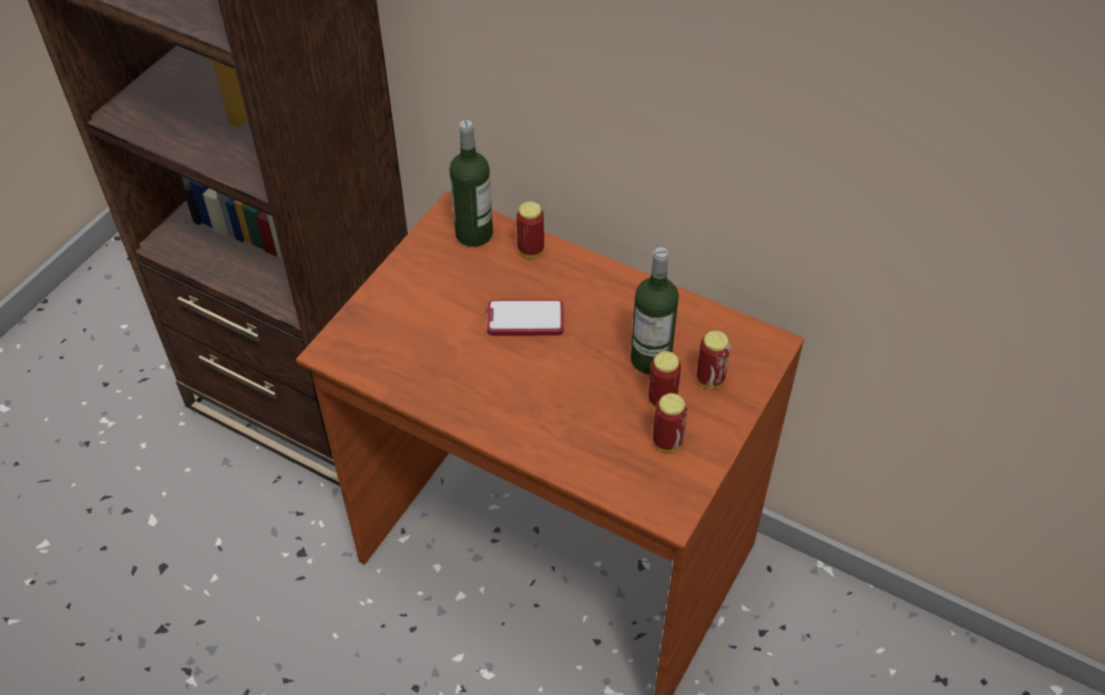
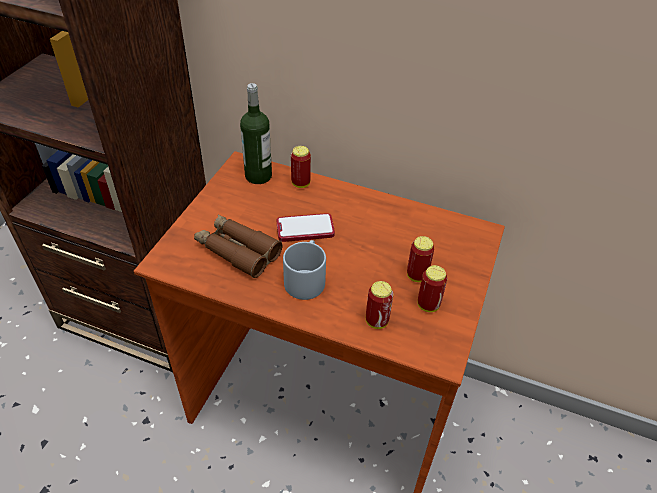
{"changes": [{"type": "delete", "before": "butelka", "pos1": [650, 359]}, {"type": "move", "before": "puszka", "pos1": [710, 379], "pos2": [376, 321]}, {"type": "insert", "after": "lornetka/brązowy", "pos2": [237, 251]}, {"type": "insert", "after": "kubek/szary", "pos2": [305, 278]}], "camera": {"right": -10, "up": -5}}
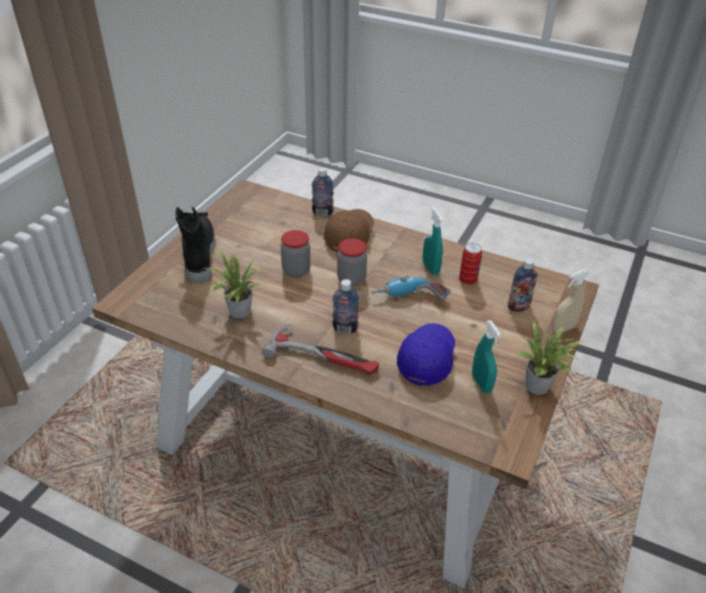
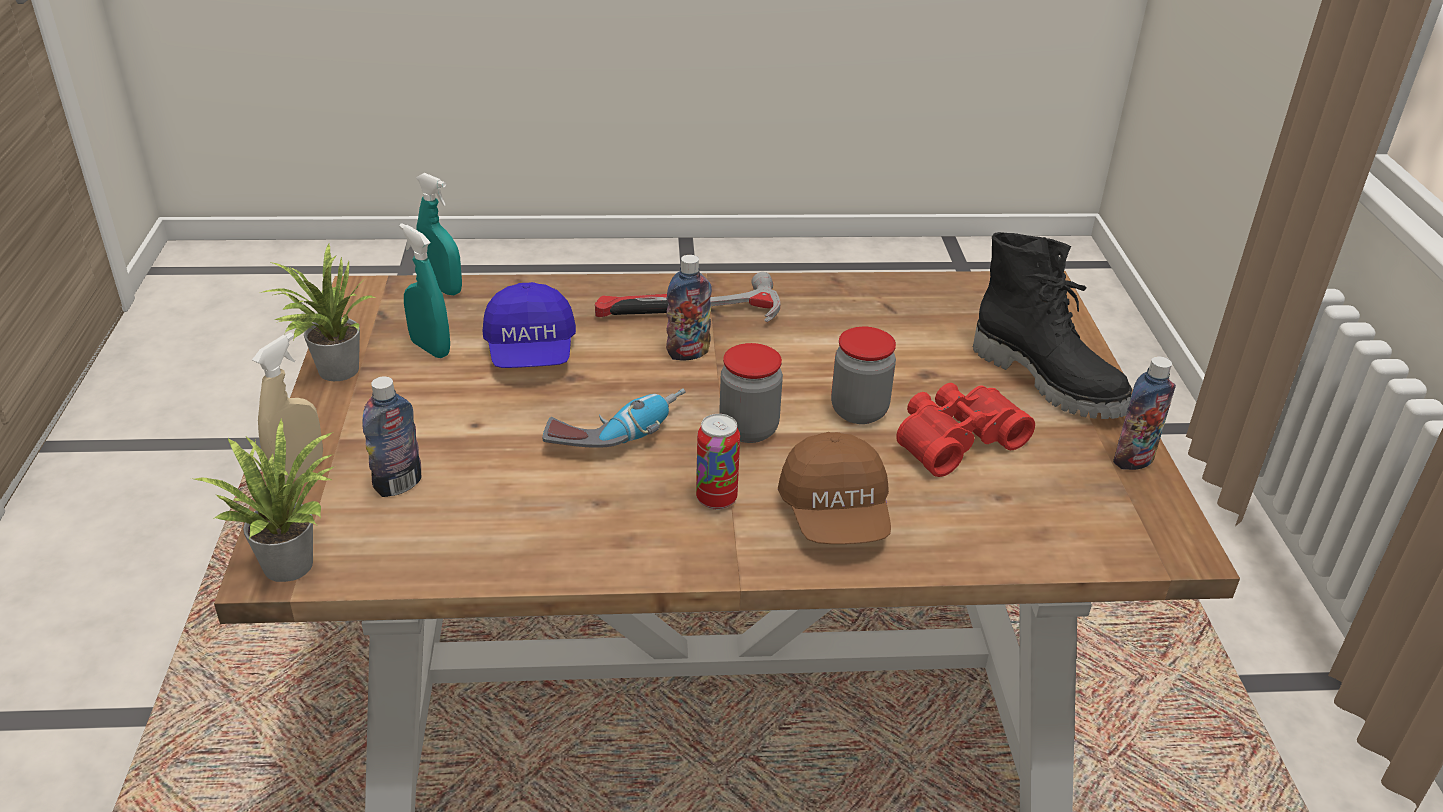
{"changes": [{"type": "move", "before": "butelka", "pos1": [322, 213], "pos2": [1133, 460]}, {"type": "move", "before": "spryskiwacz/turkusowy", "pos1": [430, 268], "pos2": [442, 288]}, {"type": "move", "before": "puszka", "pos1": [467, 281], "pos2": [716, 499]}, {"type": "move", "before": "roślina doniczkowa", "pos1": [237, 312], "pos2": [291, 560]}, {"type": "insert", "after": "lornetka/czerwony", "pos2": [954, 439]}], "camera": {"right": 150, "up": -5}}
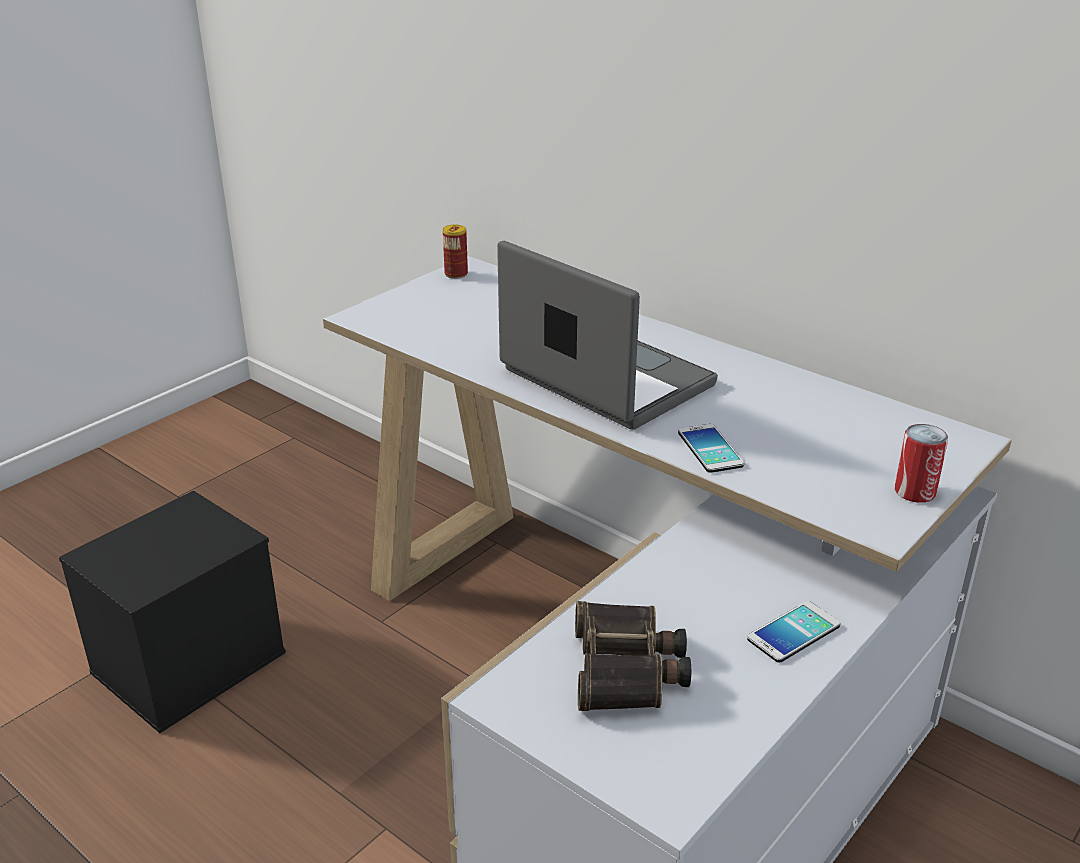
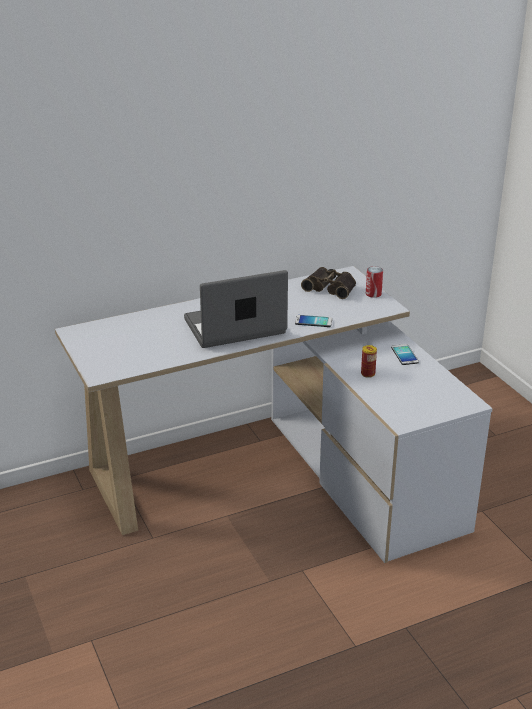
{"changes": [{"type": "move", "before": "puszka", "pos1": [456, 274], "pos2": [368, 374]}, {"type": "delete", "before": "pojemnik do przechowywania/czarny", "pos1": [188, 665]}, {"type": "move", "before": "lornetka", "pos1": [628, 668], "pos2": [331, 287]}], "camera": {"right": -65, "up": 0}}
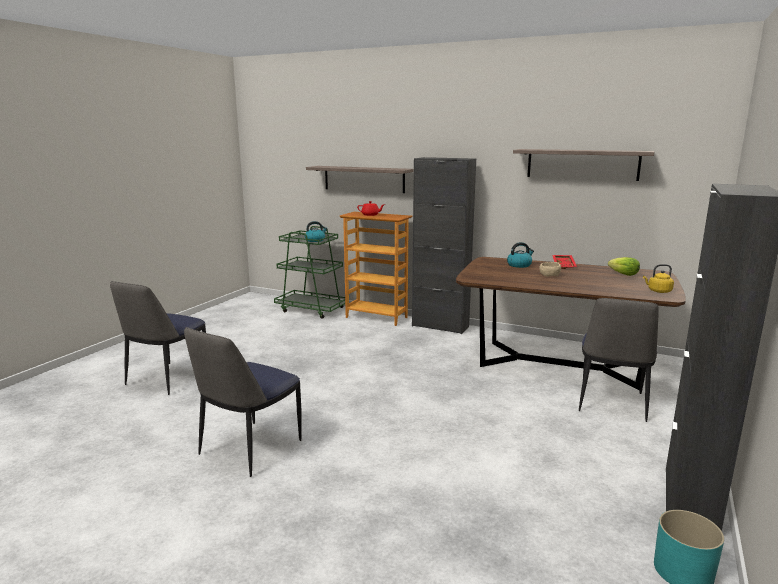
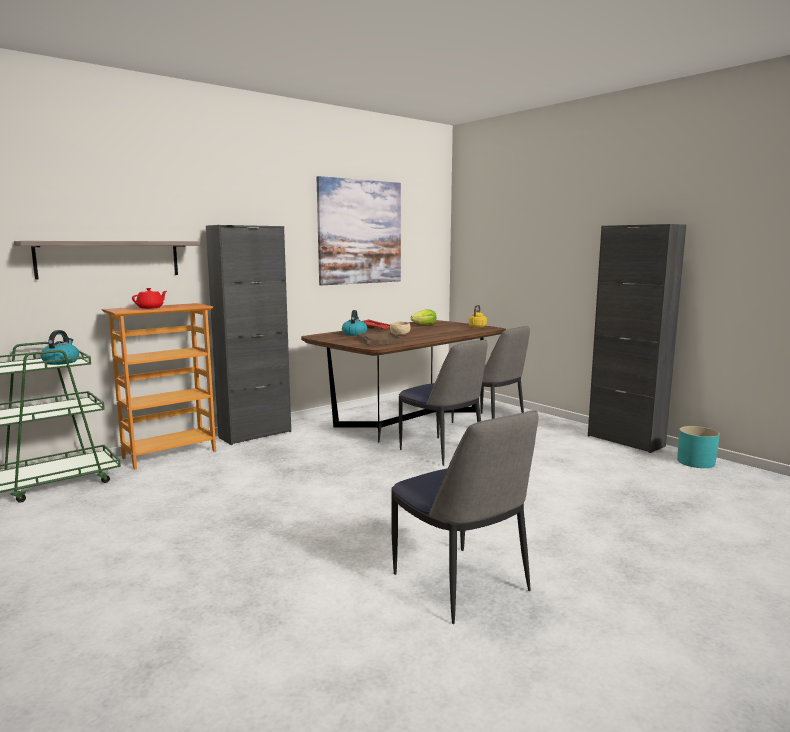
{"changes": [{"type": "replace", "before": "półka", "after": "obraz", "pos1": [582, 164], "pos2": [360, 232]}, {"type": "move", "before": "krzesło", "pos1": [166, 379], "pos2": [443, 451]}, {"type": "insert", "after": "taca/brązowy", "pos2": [379, 340]}], "camera": {"right": -65, "up": -5}}
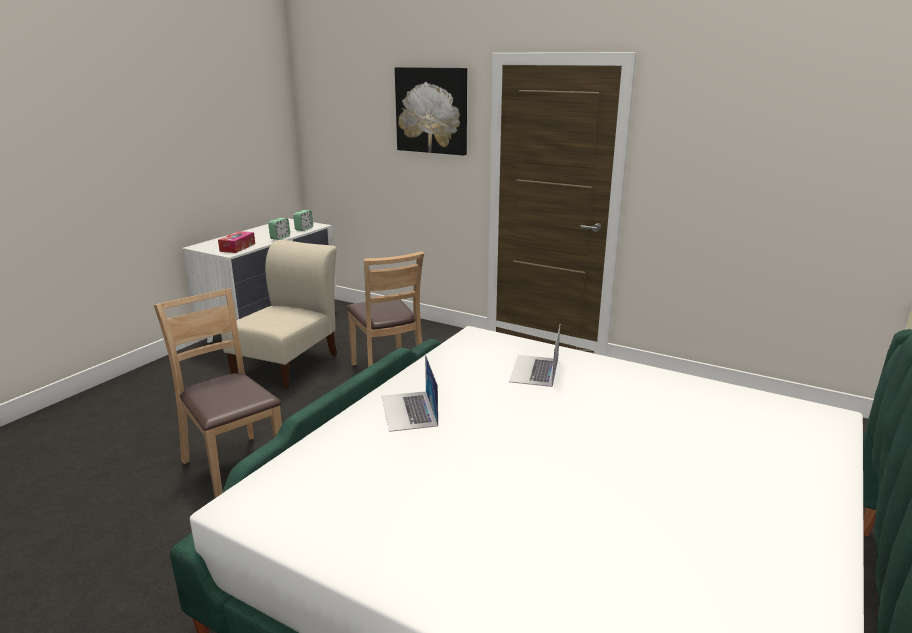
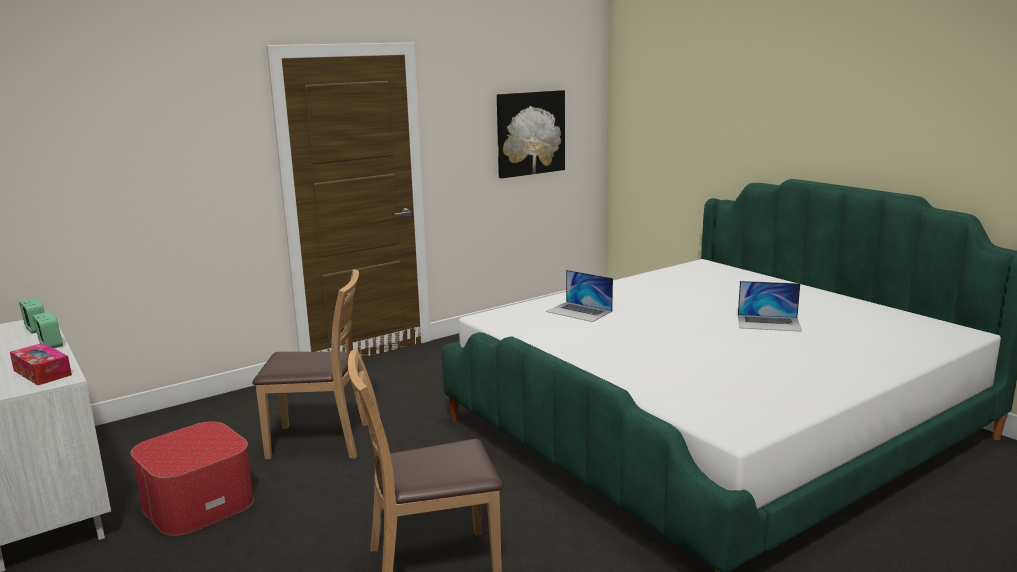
{"changes": [{"type": "move", "before": "obraz", "pos1": [432, 110], "pos2": [530, 133]}, {"type": "replace", "before": "krzesło/beżowy", "after": "pufa", "pos1": [289, 363], "pos2": [198, 502]}, {"type": "move", "before": "laptop", "pos1": [409, 410], "pos2": [769, 323]}], "camera": {"right": -65, "up": -5}}
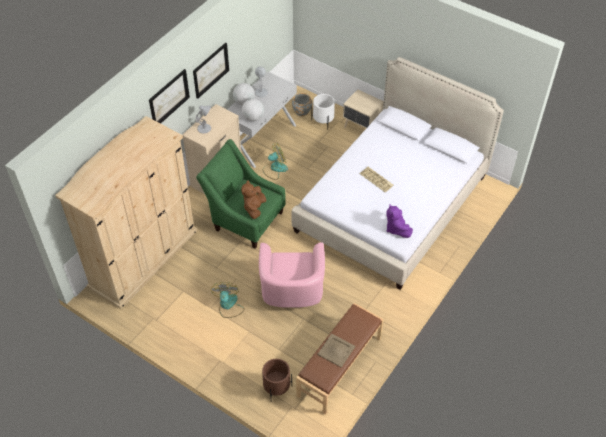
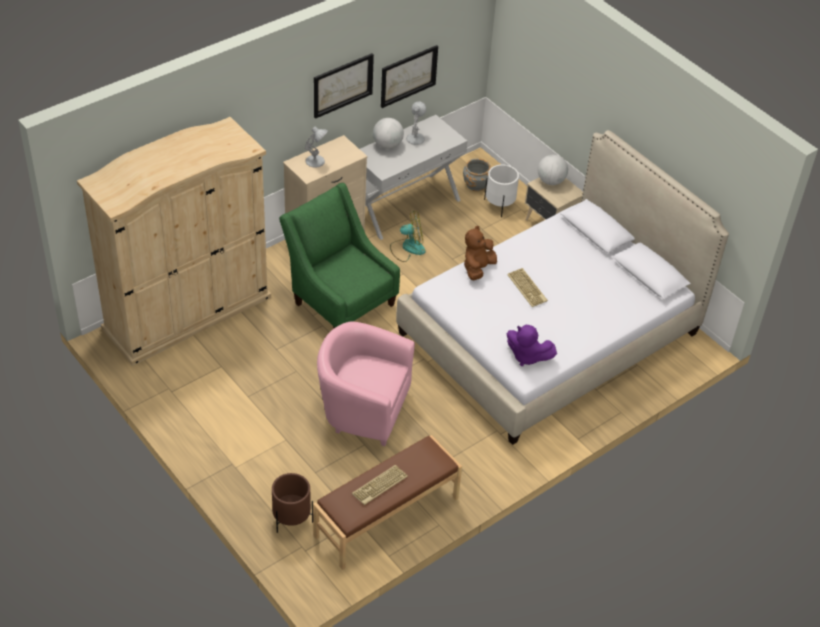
{"changes": [{"type": "move", "before": "obraz", "pos1": [169, 98], "pos2": [408, 75]}, {"type": "move", "before": "globus", "pos1": [253, 117], "pos2": [551, 181]}, {"type": "move", "before": "pluszak/brązowy", "pos1": [254, 208], "pos2": [478, 268]}, {"type": "rotate", "before": "pluszak/fioletowy", "pos1": [396, 228], "pos2": [527, 356], "turn": -60}, {"type": "rotate", "before": "fotel/różowy", "pos1": [292, 294], "pos2": [362, 409], "turn": 90}, {"type": "delete", "before": "wentylator", "pos1": [228, 305]}, {"type": "replace", "before": "taca/beżowy", "after": "klawiatura", "pos1": [336, 351], "pos2": [380, 486]}], "camera": {"right": 15, "up": -5}}
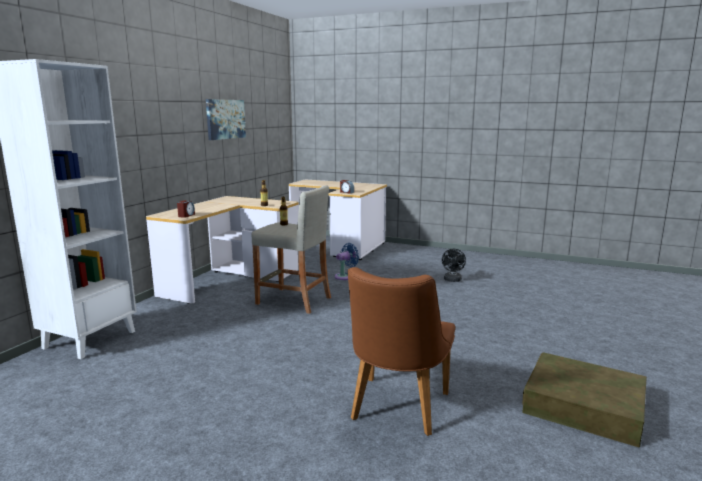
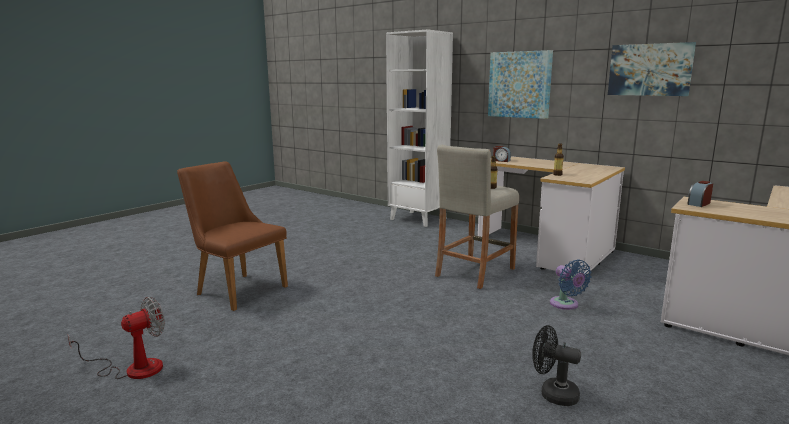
{"changes": [{"type": "replace", "before": "pojemnik do przechowywania/brązowy", "after": "wentylator", "pos1": [583, 405], "pos2": [133, 368]}, {"type": "insert", "after": "obraz", "pos2": [519, 84]}], "camera": {"right": 105, "up": 0}}
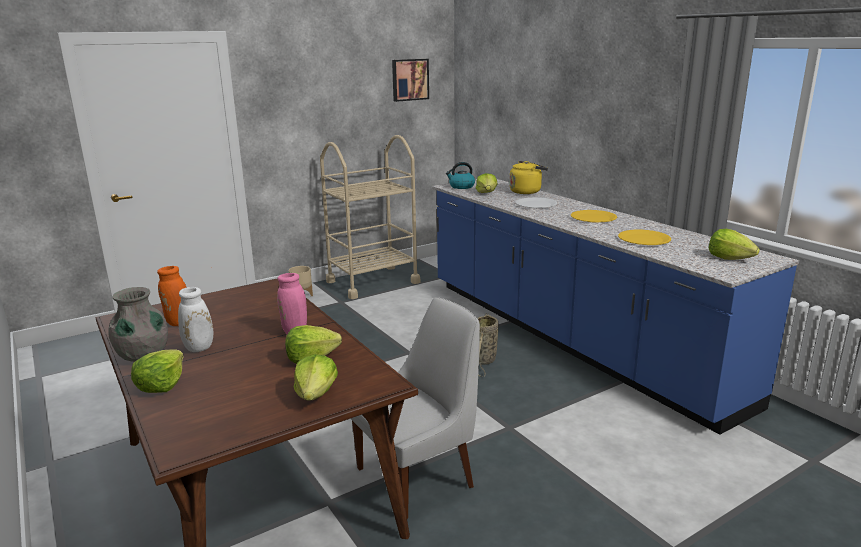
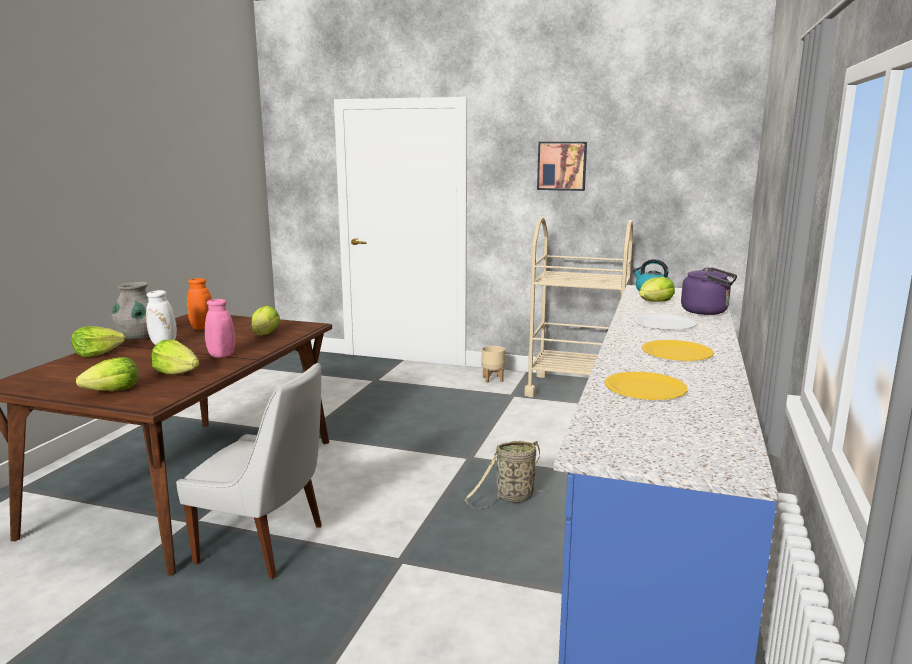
{"changes": [{"type": "move", "before": "obraz", "pos1": [409, 79], "pos2": [562, 166]}, {"type": "recolor", "before": "czajnik/żółty", "after": "czajnik/fioletowy", "pos1": [526, 191], "pos2": [707, 311]}, {"type": "move", "before": "sałata", "pos1": [729, 258], "pos2": [264, 334]}], "camera": {"right": 50, "up": -5}}
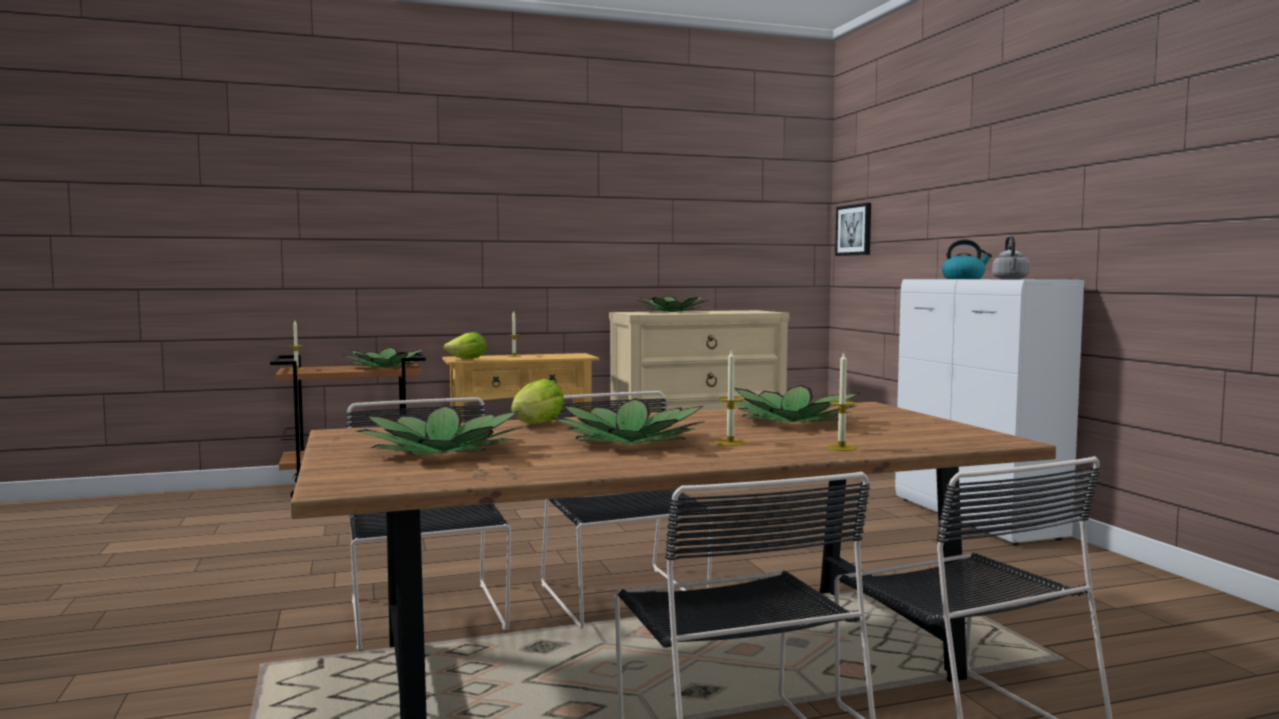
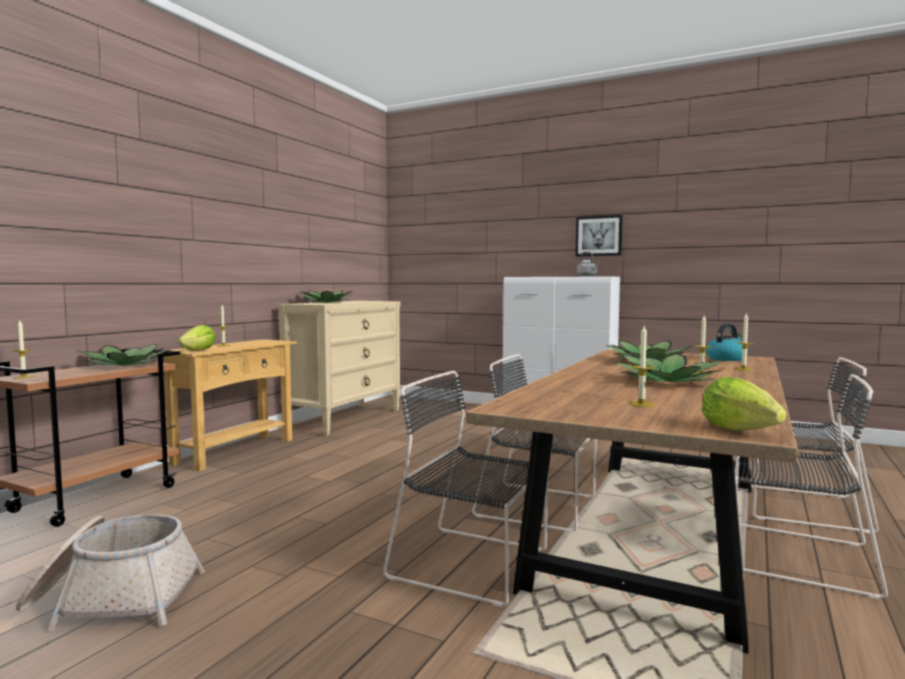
{"changes": [{"type": "move", "before": "obraz", "pos1": [854, 230], "pos2": [599, 236]}, {"type": "move", "before": "czajnik", "pos1": [964, 278], "pos2": [726, 359]}, {"type": "move", "before": "sałata", "pos1": [538, 424], "pos2": [739, 430]}, {"type": "replace", "before": "roślina doniczkowa", "after": "świeca", "pos1": [442, 451], "pos2": [641, 404]}, {"type": "insert", "after": "koszyk", "pos2": [113, 600]}], "camera": {"right": -45, "up": 0}}
